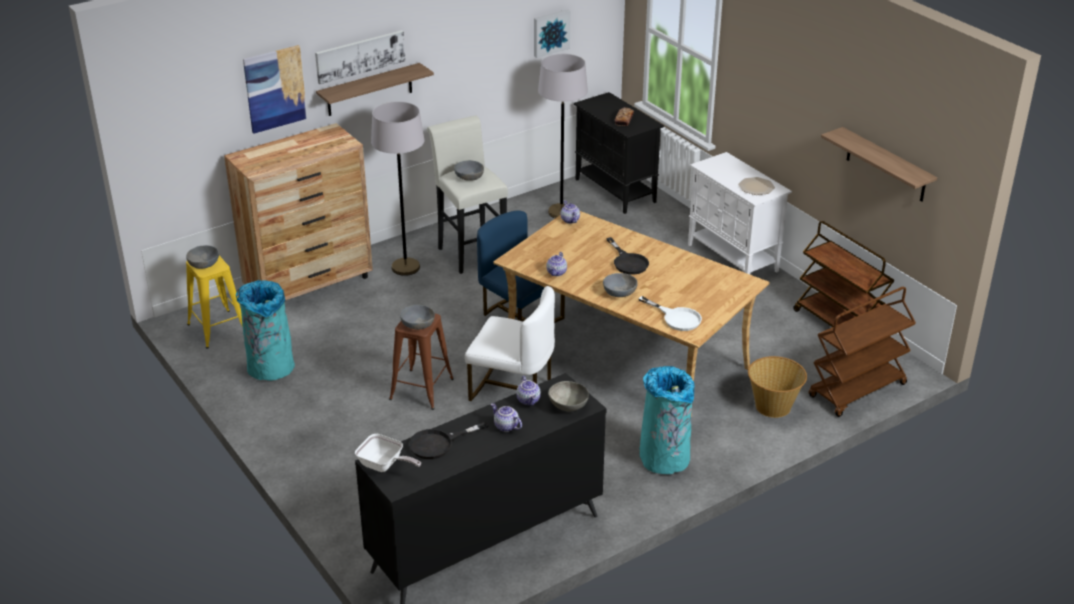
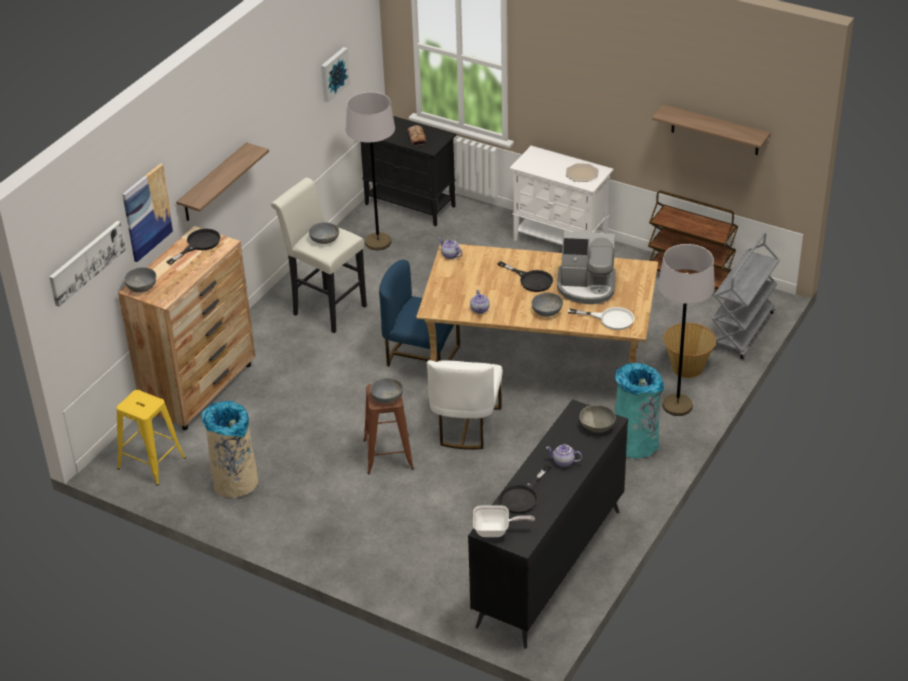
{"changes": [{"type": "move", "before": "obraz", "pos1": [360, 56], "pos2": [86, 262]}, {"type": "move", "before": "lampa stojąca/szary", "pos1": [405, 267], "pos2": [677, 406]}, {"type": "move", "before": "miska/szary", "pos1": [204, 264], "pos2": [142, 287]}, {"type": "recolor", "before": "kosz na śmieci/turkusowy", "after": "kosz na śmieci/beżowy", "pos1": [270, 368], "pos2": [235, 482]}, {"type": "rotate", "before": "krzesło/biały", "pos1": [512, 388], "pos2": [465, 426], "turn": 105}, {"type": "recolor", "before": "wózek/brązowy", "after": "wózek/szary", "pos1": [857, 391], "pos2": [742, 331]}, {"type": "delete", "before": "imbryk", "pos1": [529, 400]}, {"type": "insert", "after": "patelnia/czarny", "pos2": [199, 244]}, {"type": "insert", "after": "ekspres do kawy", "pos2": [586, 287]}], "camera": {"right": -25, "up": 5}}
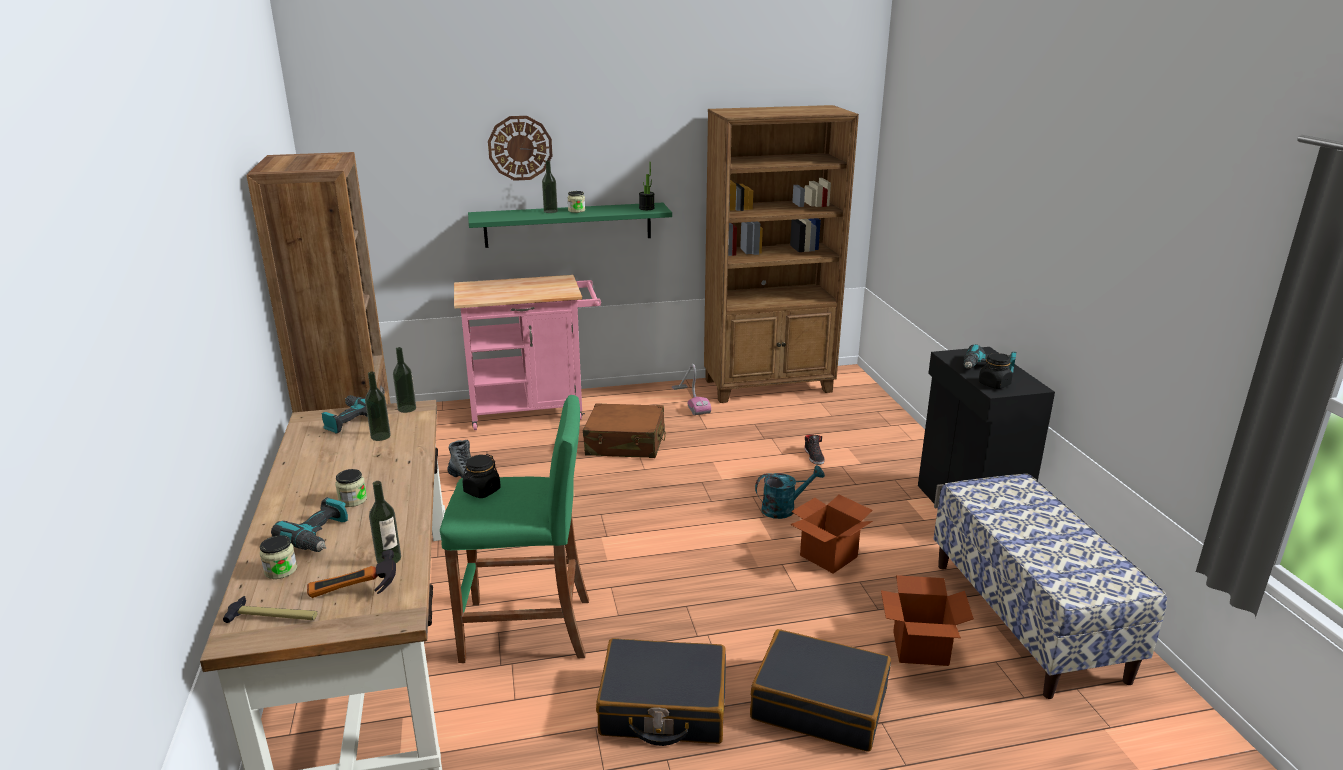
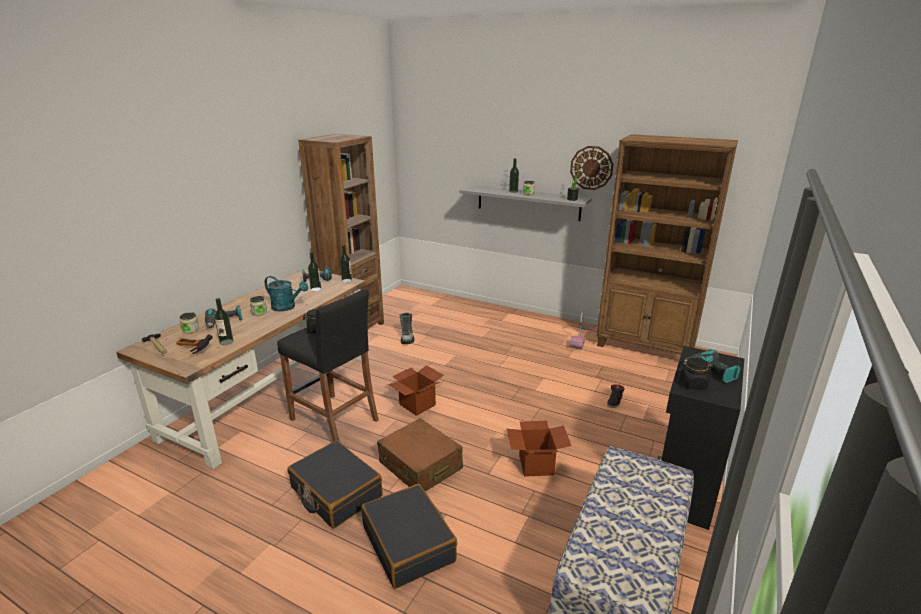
{"changes": [{"type": "move", "before": "zegar ścienny", "pos1": [520, 148], "pos2": [591, 168]}, {"type": "recolor", "before": "półka/zielony", "after": "półka/szary", "pos1": [568, 225], "pos2": [528, 202]}, {"type": "delete", "before": "wózek/różowy", "pos1": [534, 410]}, {"type": "recolor", "before": "stołek/zielony", "after": "stołek/czarny", "pos1": [527, 629], "pos2": [334, 420]}, {"type": "move", "before": "walizka/brązowy", "pos1": [625, 443], "pos2": [420, 466]}, {"type": "move", "before": "konewka/turkusowy", "pos1": [784, 509], "pos2": [287, 307]}, {"type": "move", "before": "karton", "pos1": [920, 648], "pos2": [417, 405]}], "camera": {"right": 40, "up": 0}}
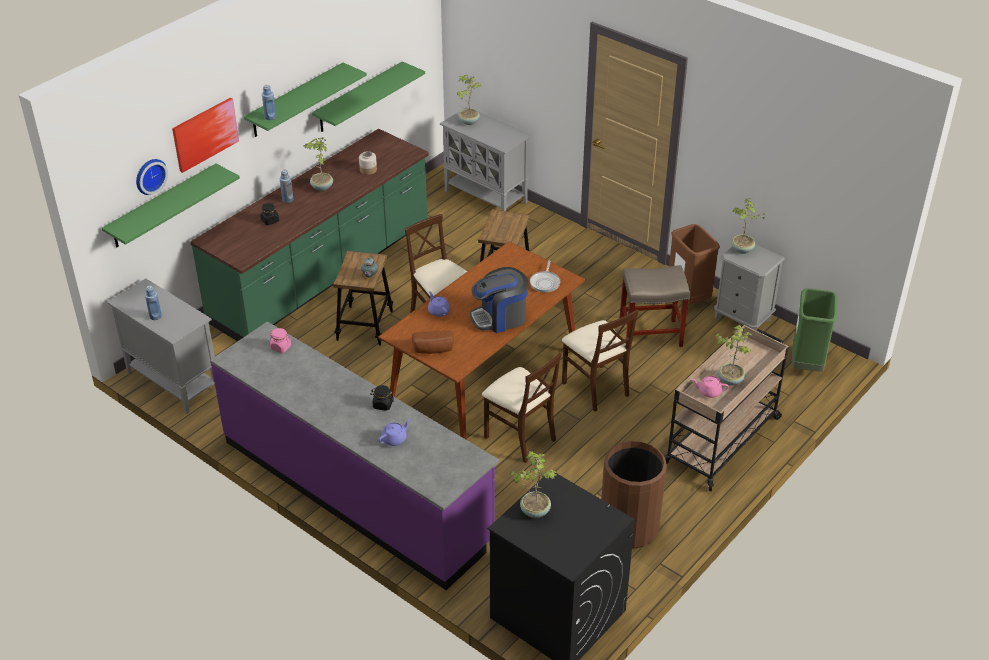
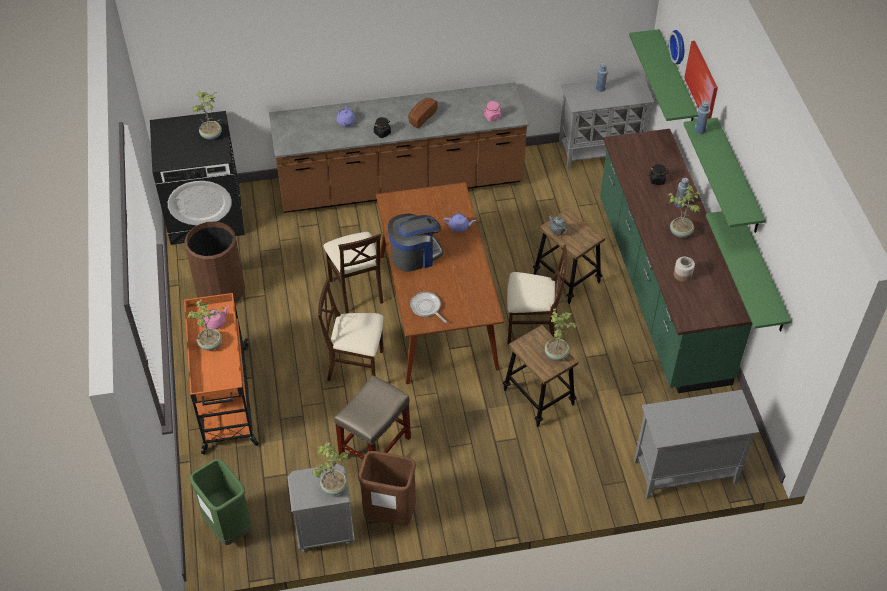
{"changes": [{"type": "move", "before": "roślina doniczkowa", "pos1": [468, 122], "pos2": [557, 354]}, {"type": "rotate", "before": "ekspres do kawy", "pos1": [500, 318], "pos2": [414, 255], "turn": 45}, {"type": "recolor", "before": "zabudowa kuchenna/fioletowy", "after": "zabudowa kuchenna/brązowy", "pos1": [356, 490], "pos2": [400, 185]}, {"type": "recolor", "before": "wózek/beżowy", "after": "wózek/pomarańczowy", "pos1": [722, 440], "pos2": [225, 400]}, {"type": "move", "before": "chleb", "pos1": [433, 350], "pos2": [421, 117]}, {"type": "rotate", "before": "krzesło/beżowy", "pos1": [520, 437], "pos2": [357, 290], "turn": -105}], "camera": {"right": 130, "up": 10}}
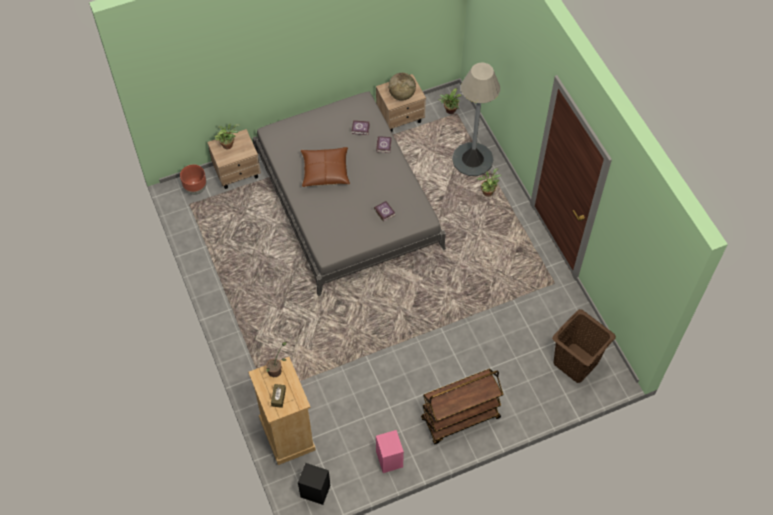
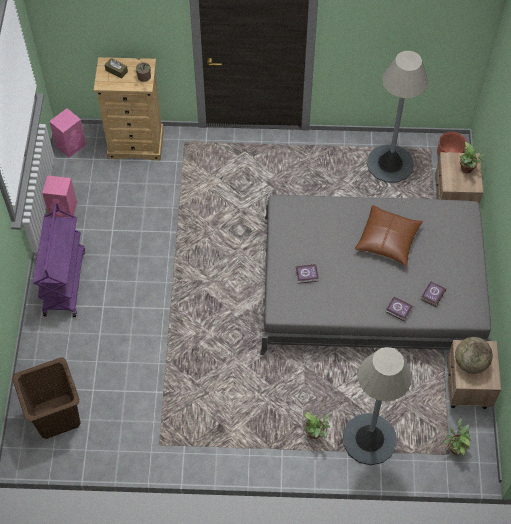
{"changes": [{"type": "recolor", "before": "wózek/brązowy", "after": "wózek/fioletowy", "pos1": [460, 419], "pos2": [64, 282]}, {"type": "recolor", "before": "głośnik/czarny", "after": "głośnik/różowy", "pos1": [314, 491], "pos2": [71, 145]}, {"type": "insert", "after": "lampa stojąca/szary", "pos2": [390, 164]}], "camera": {"right": 115, "up": 0}}
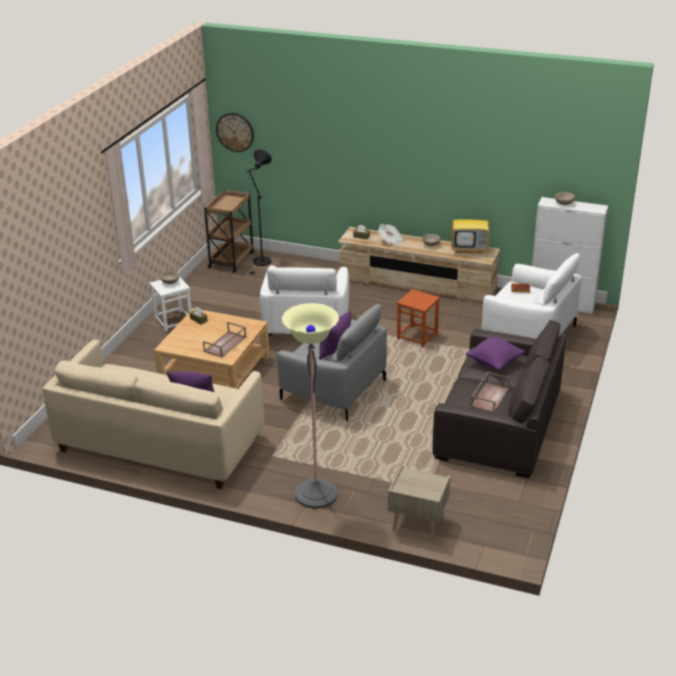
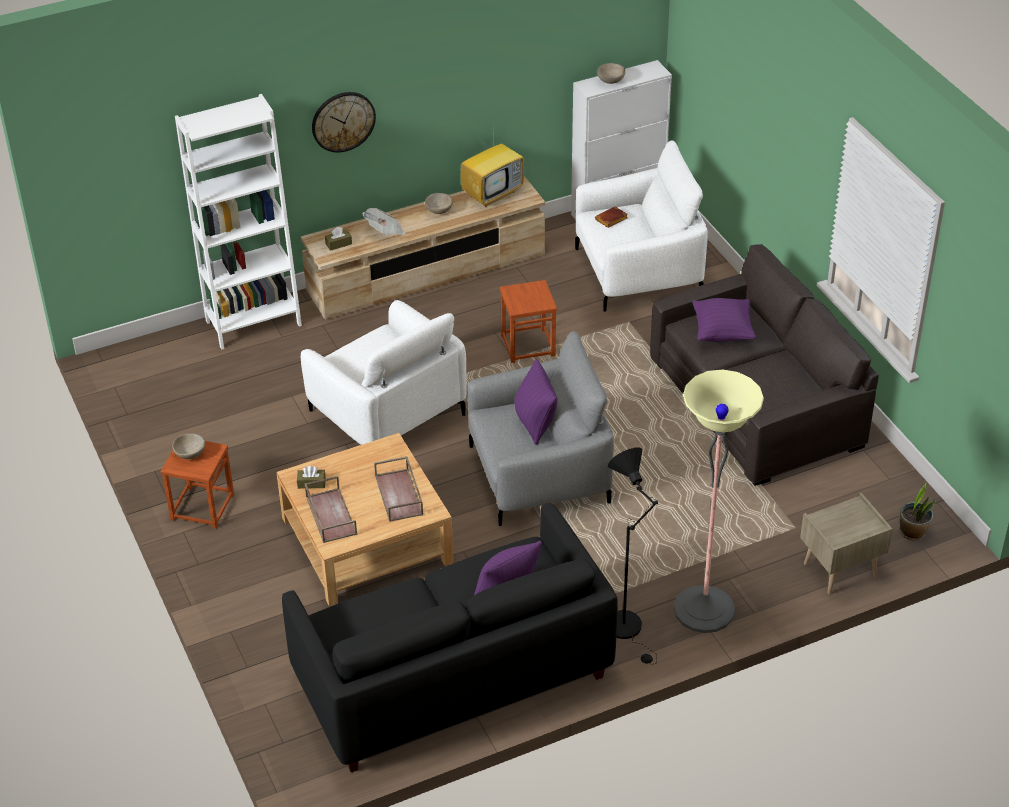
{"changes": [{"type": "move", "before": "zegar ścienny", "pos1": [235, 132], "pos2": [343, 121]}, {"type": "move", "before": "lampa stojąca/czarny", "pos1": [261, 263], "pos2": [628, 630]}, {"type": "delete", "before": "wózek/brązowy", "pos1": [231, 259]}, {"type": "recolor", "before": "stołek/biały", "after": "stołek/brązowy", "pos1": [173, 320], "pos2": [202, 507]}, {"type": "recolor", "before": "kanapa/beżowy", "after": "kanapa/czarny", "pos1": [160, 443], "pos2": [451, 675]}, {"type": "move", "before": "taca/brązowy", "pos1": [489, 397], "pos2": [330, 515]}, {"type": "insert", "after": "regał/biały", "pos2": [253, 323]}, {"type": "insert", "after": "roślina doniczkowa", "pos2": [912, 532]}], "camera": {"right": -45, "up": 10}}
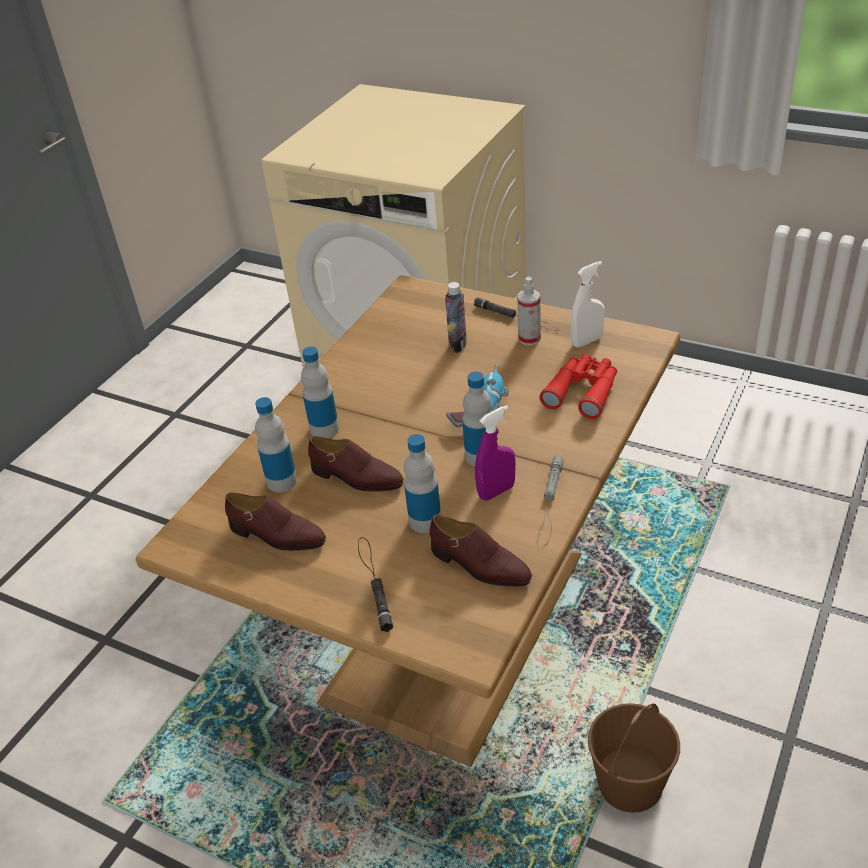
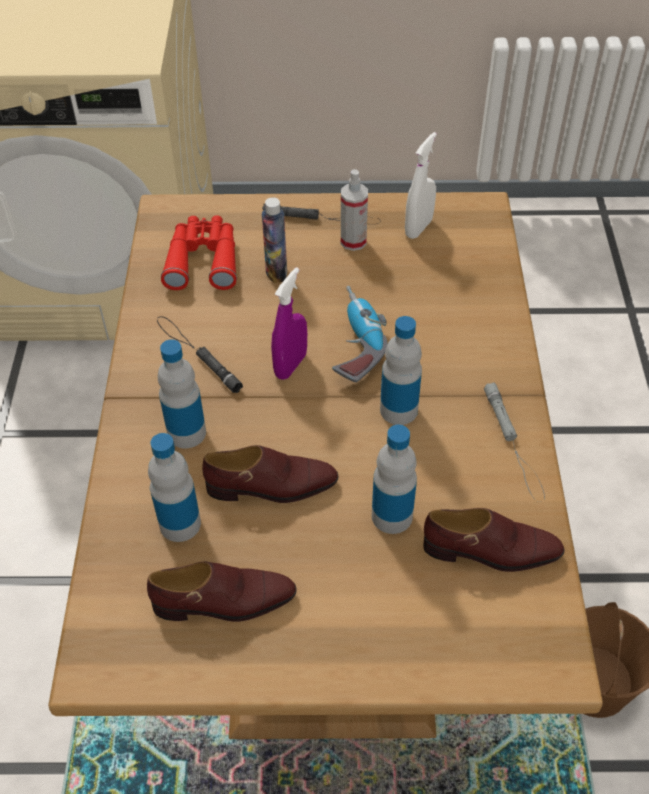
{"changes": [{"type": "move", "before": "lornetka/czerwony", "pos1": [583, 391], "pos2": [203, 260]}, {"type": "move", "before": "spryskiwacz/fioletowy", "pos1": [496, 491], "pos2": [290, 365]}, {"type": "move", "before": "latarka/czarny", "pos1": [374, 583], "pos2": [197, 354]}], "camera": {"right": -30, "up": 10}}
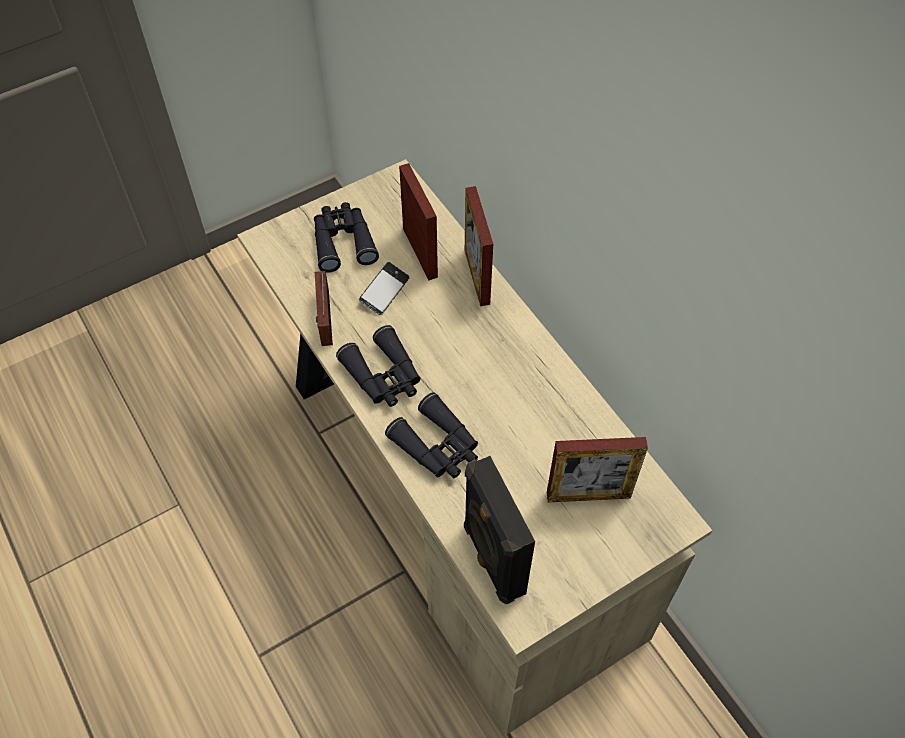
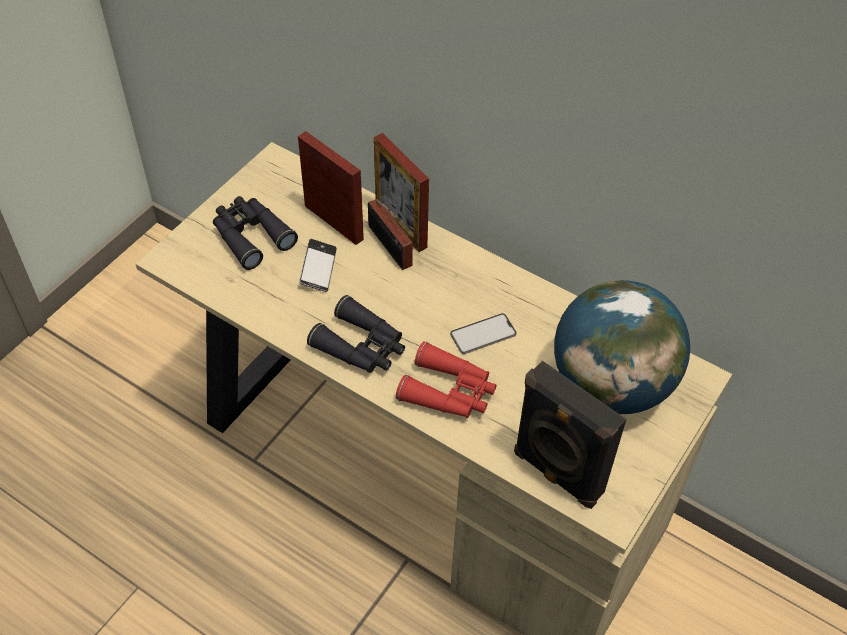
{"changes": [{"type": "move", "before": "radio", "pos1": [324, 322], "pos2": [391, 249]}, {"type": "recolor", "before": "lornetka/czarny", "after": "lornetka/czerwony", "pos1": [437, 446], "pos2": [449, 392]}, {"type": "replace", "before": "ramka na zdjęcie", "after": "globus", "pos1": [588, 495], "pos2": [610, 384]}, {"type": "insert", "after": "telefon", "pos2": [483, 334]}], "camera": {"right": -25, "up": -5}}
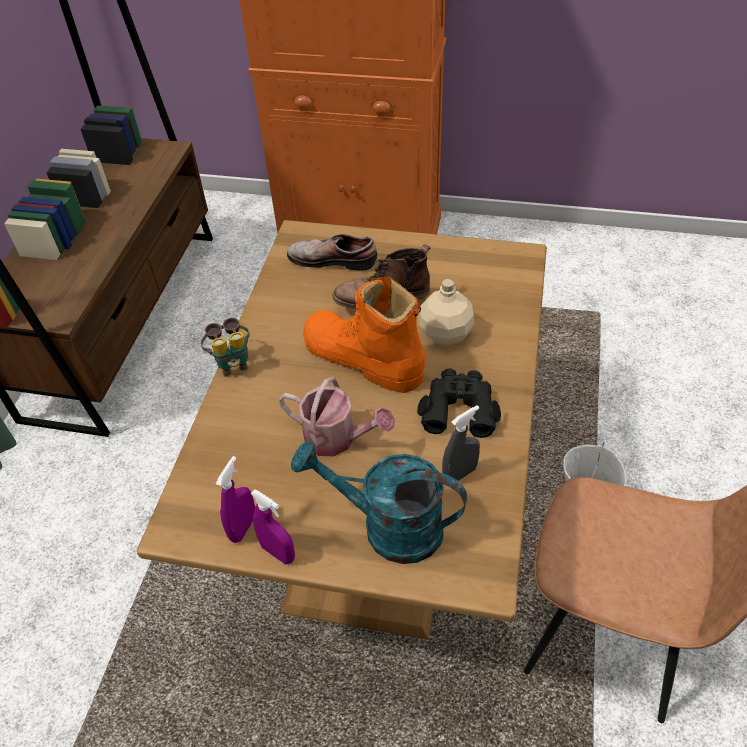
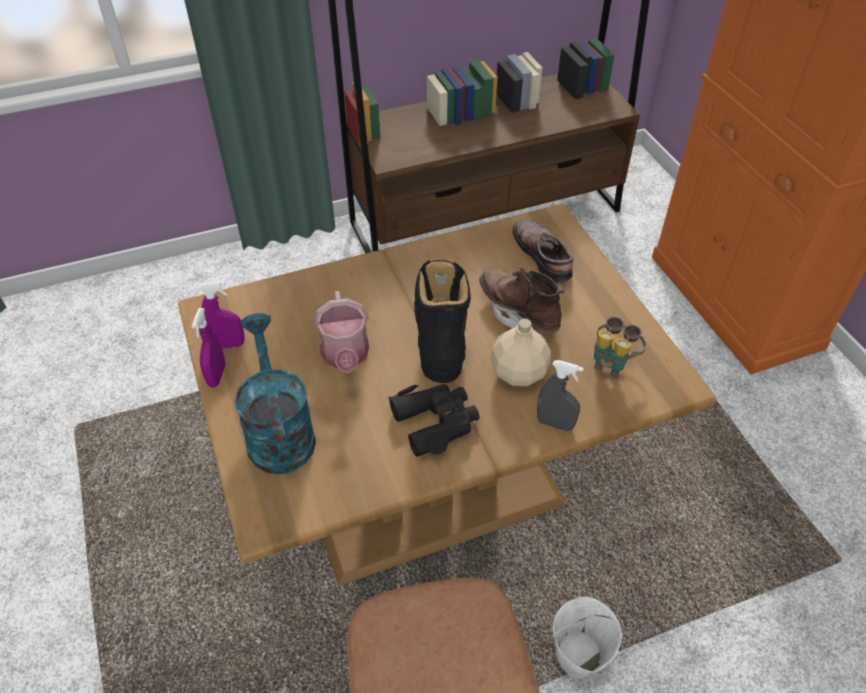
{"changes": [{"type": "recolor", "before": "but z cholewką/pomarańczowy", "after": "but z cholewką/czarny", "pos1": [363, 359], "pos2": [442, 331]}, {"type": "move", "before": "lornetka", "pos1": [232, 362], "pos2": [612, 363]}, {"type": "move", "before": "spryskiwacz/szary", "pos1": [459, 474], "pos2": [555, 424]}], "camera": {"right": 55, "up": 0}}
